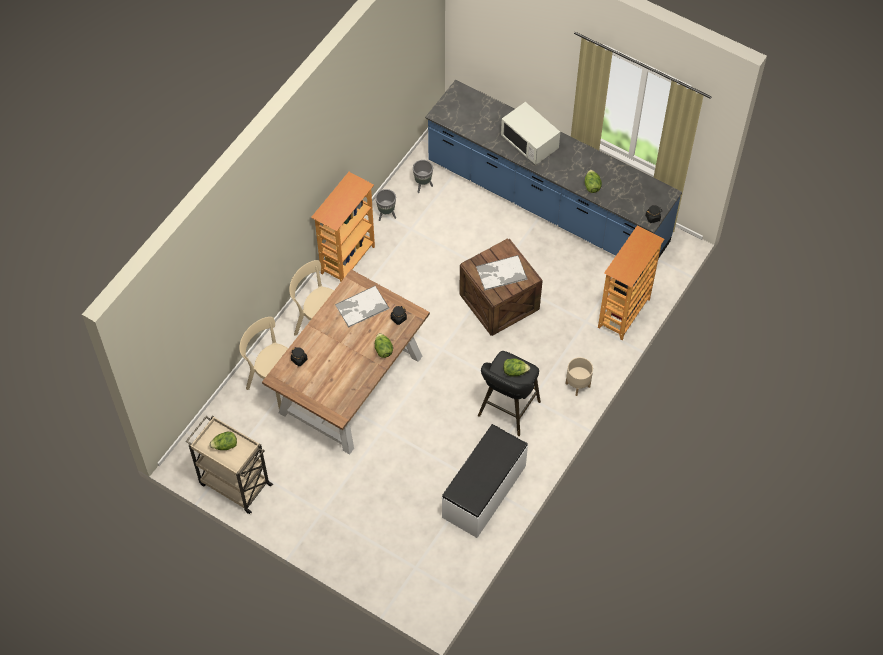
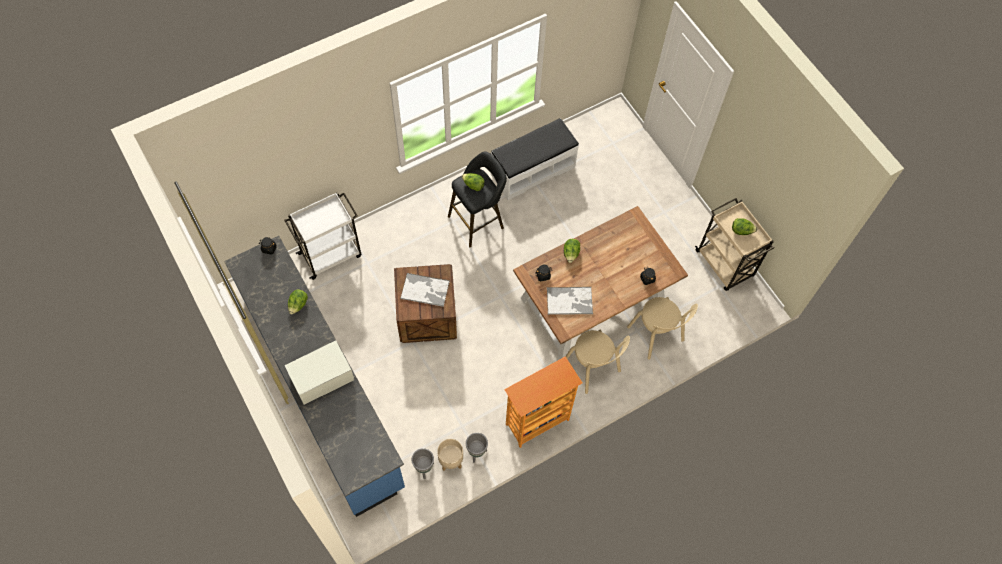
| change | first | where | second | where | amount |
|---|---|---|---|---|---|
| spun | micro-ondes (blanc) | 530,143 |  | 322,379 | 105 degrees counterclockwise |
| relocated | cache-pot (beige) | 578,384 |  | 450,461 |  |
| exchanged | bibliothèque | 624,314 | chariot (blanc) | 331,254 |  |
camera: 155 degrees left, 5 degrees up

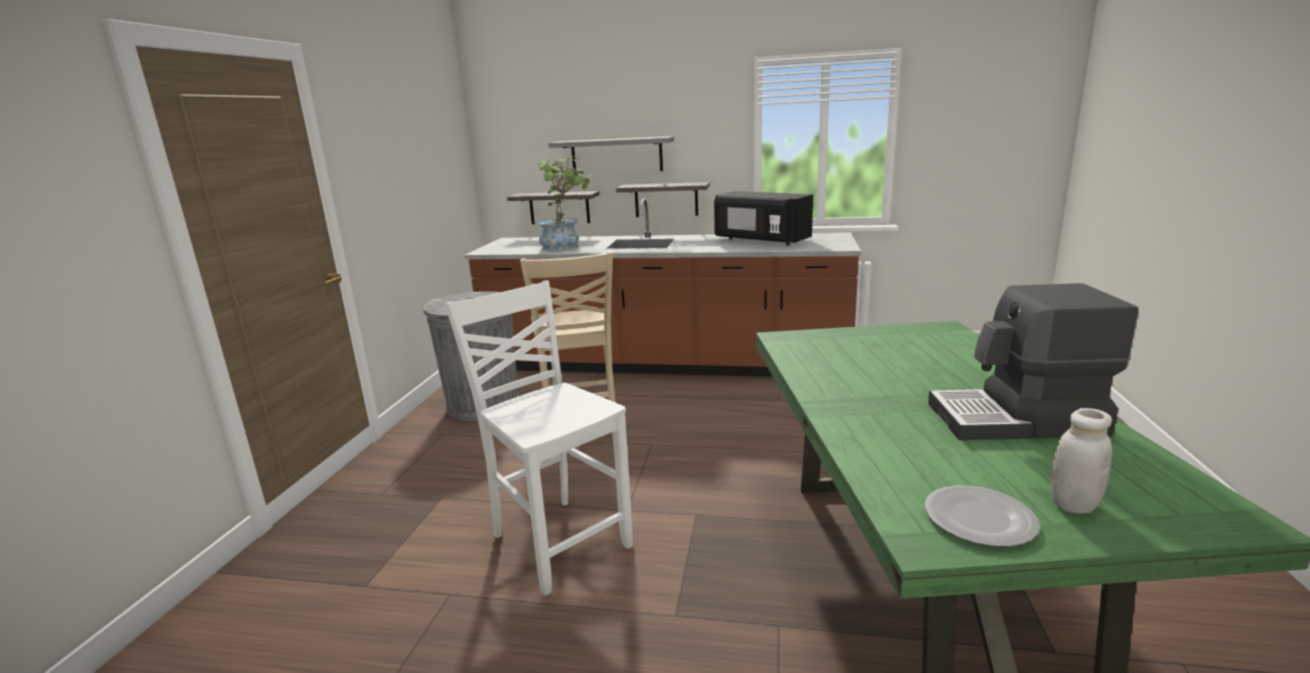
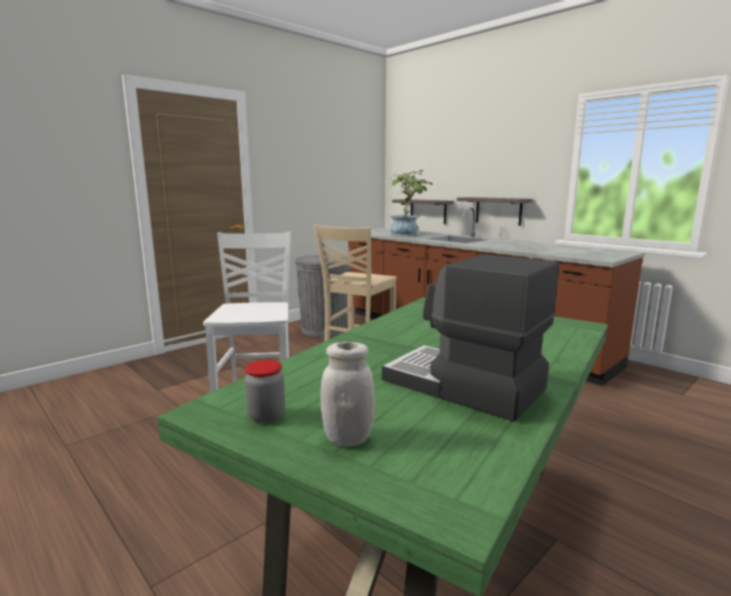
| change | first | where | second | where | amount |
|---|---|---|---|---|---|
| missing | étagère (gris) | 616,155 |  |  |  |
| missing | micro-ondes (noir) | 760,240 |  |  |  |
| exchanged | assiette | 979,518 | bocal | 266,416 |  |
camera: 35 degrees right, 5 degrees down

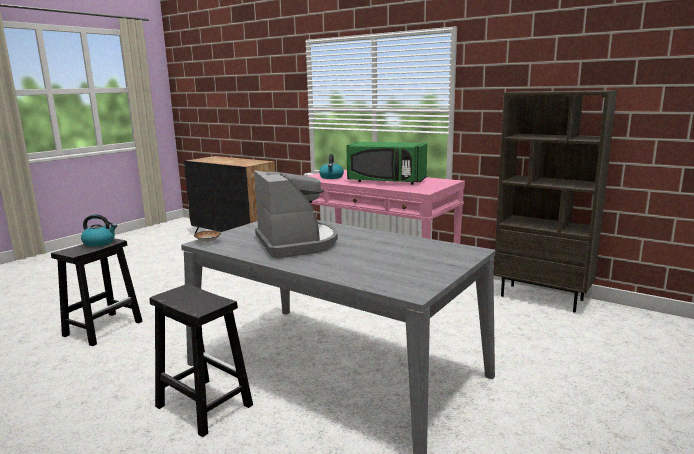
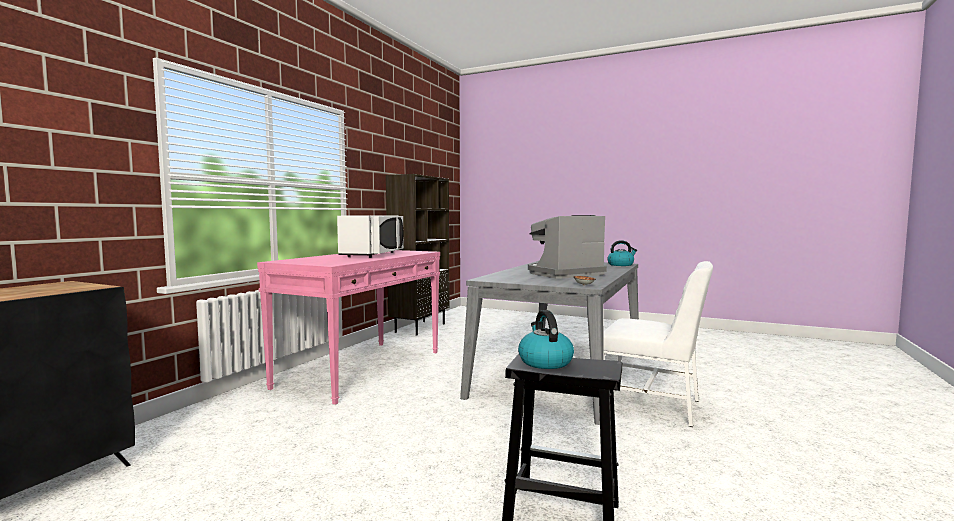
| change | first | where | second | where | amount |
|---|---|---|---|---|---|
| exchanged | tabouret (noir) | 203,405 | chaise (blanc) | 652,405 |  |
| relocated | bouilloire | 331,177 |  | 621,265 |  |
| colour | micro-ondes (vert) | 386,181 | micro-ondes (blanc) | 374,255 |  |
camera: 100 degrees left, 10 degrees down

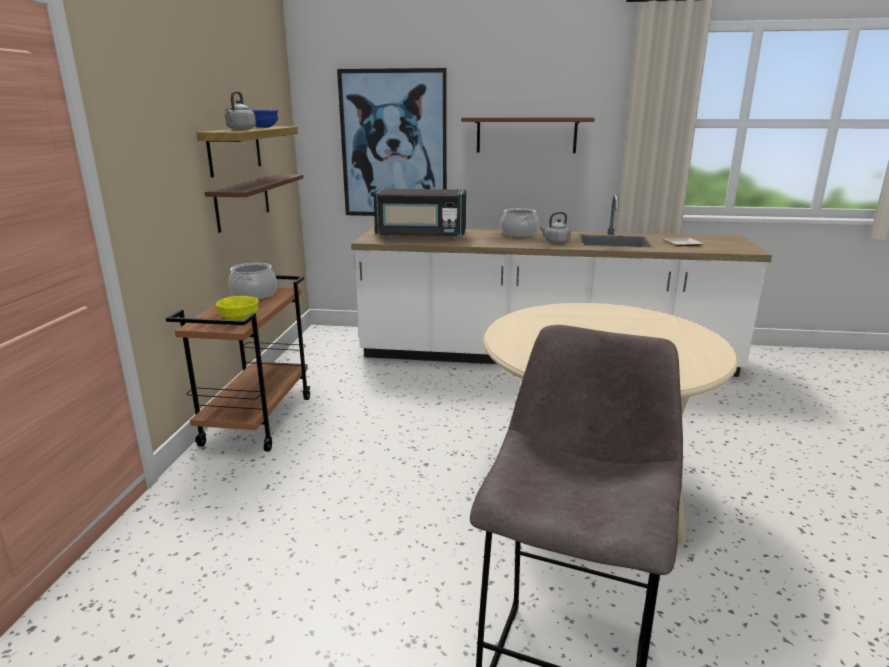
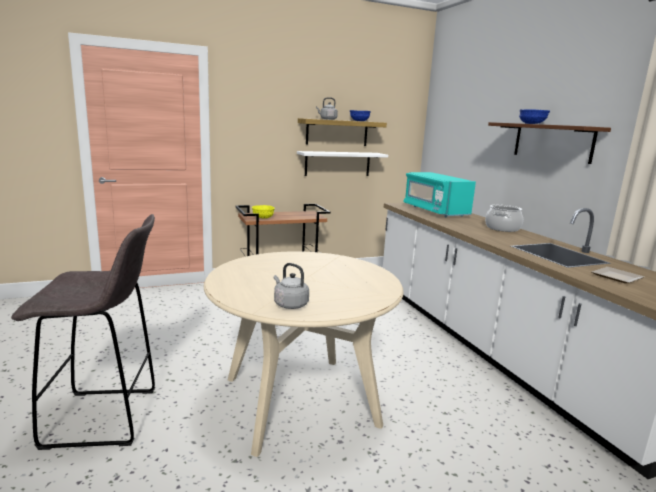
| change | first | where | second | where | amount |
|---|---|---|---|---|---|
| colour | étagère (marron) | 243,201 | étagère (blanc) | 337,163 |  |
| missing | marmite | 254,295 |  |  |  |
| missing | tableau | 394,145 |  |  |  |
| colour | micro-ondes (noir) | 421,236 | micro-ondes (turquoise) | 434,211 |  |
| relocated | bouilloire (gris) | 555,243 |  | 289,304 |  |
| appeared |  |  | bol (bleu) | 531,123 |  |
camera: 60 degrees right, 5 degrees down

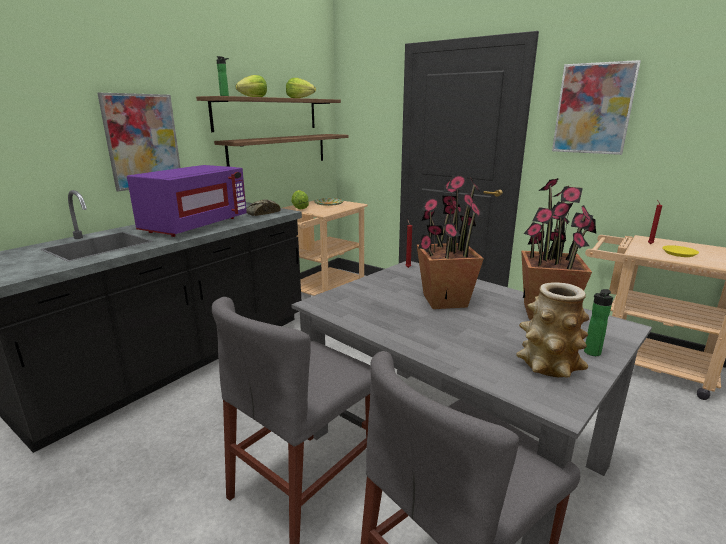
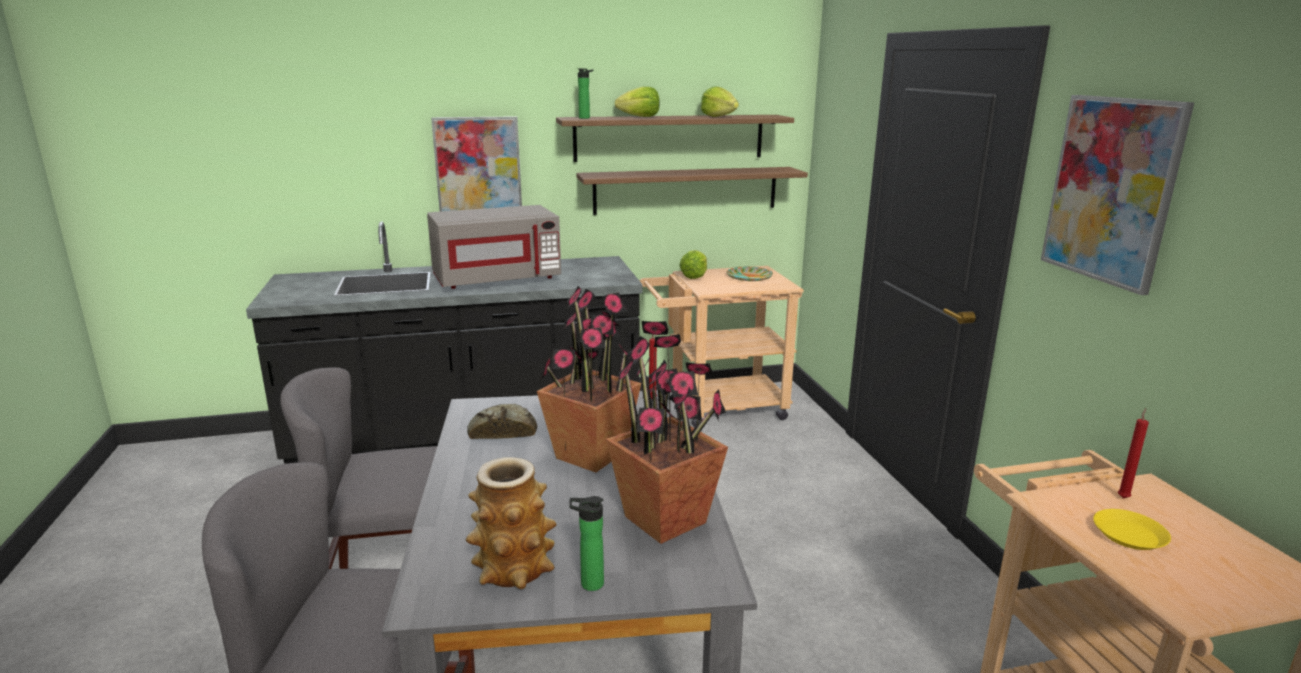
| change | first | where | second | where | amount |
|---|---|---|---|---|---|
| colour | micro-ondes (violet) | 195,226 | micro-ondes (gris) | 497,279 |  |
| relocated | pain | 262,213 |  | 502,431 |  |
camera: 40 degrees right, 0 degrees up

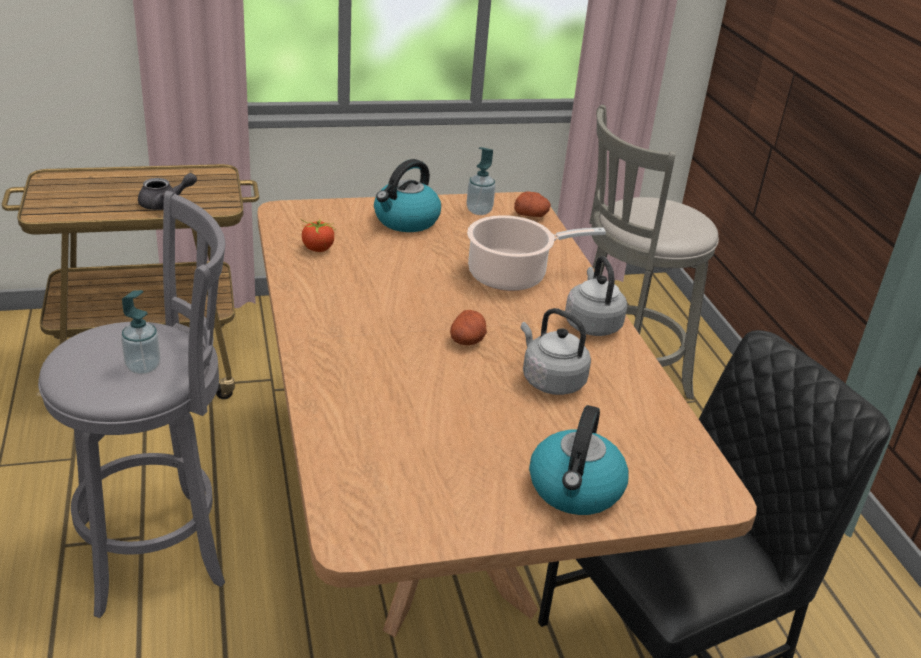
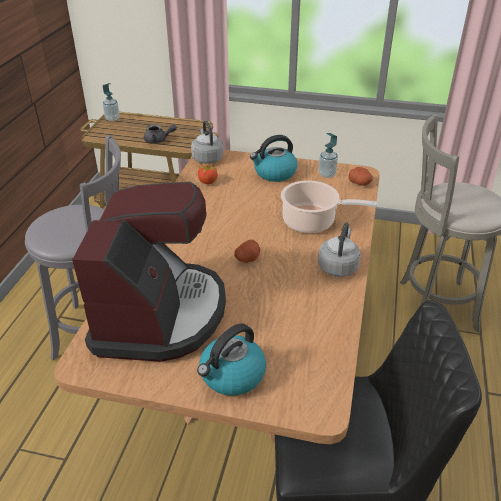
| change | first | where | second | where | amount |
|---|---|---|---|---|---|
| relocated | distributeur de savon | 143,367 |  | 112,118 |  |
| relocated | bouilloire (gris) | 550,380 |  | 207,158 |  |
| appeared |  |  | machine à café | 159,314 |  |
camera: 30 degrees right, 5 degrees up

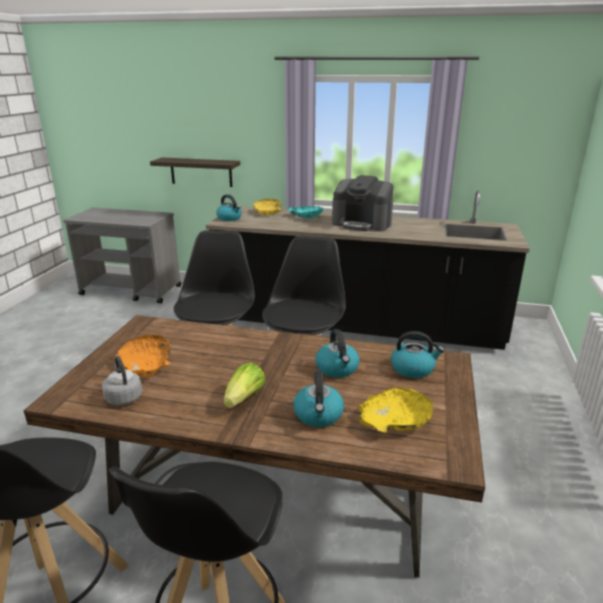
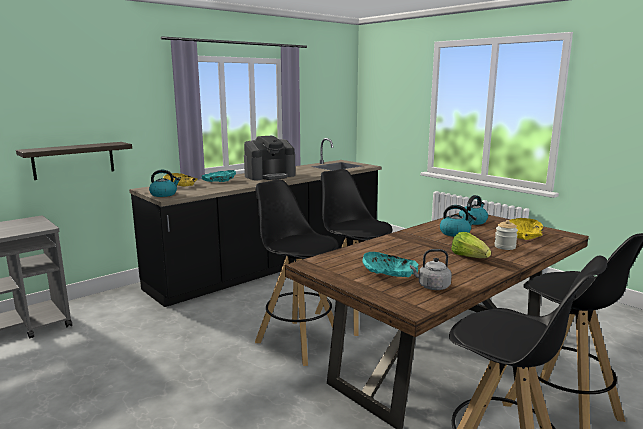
| change | first | where | second | where | amount |
|---|---|---|---|---|---|
| colour | bol (orange) | 147,365 | bol (turquoise) | 388,273 |  |
| exchanged | bouilloire | 318,415 | bocal | 505,247 |  |
camera: 55 degrees left, 10 degrees down

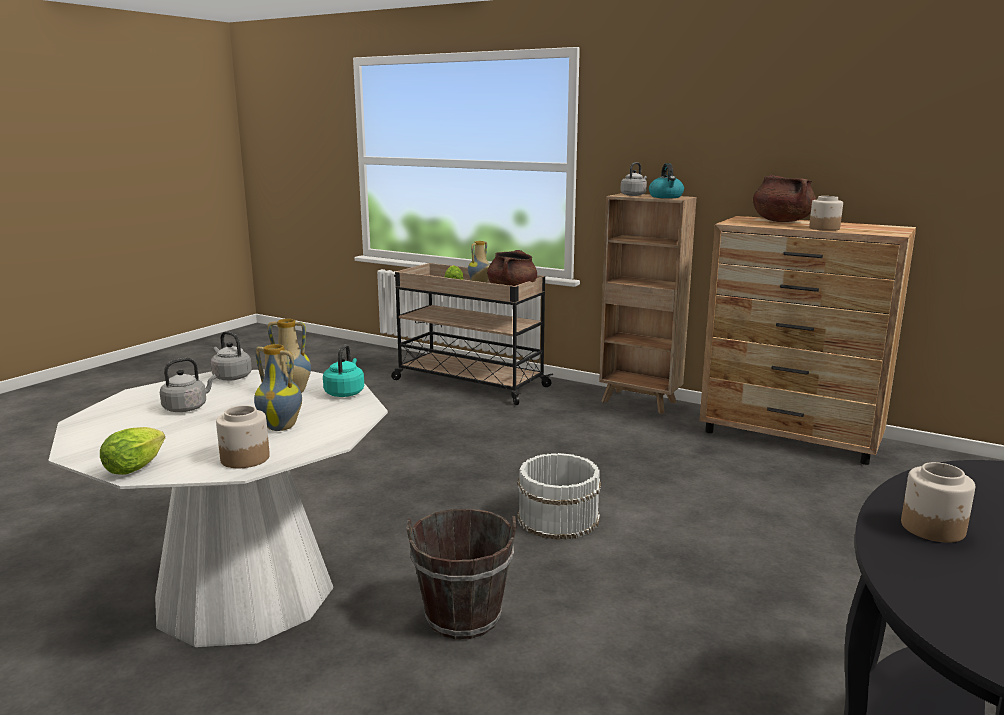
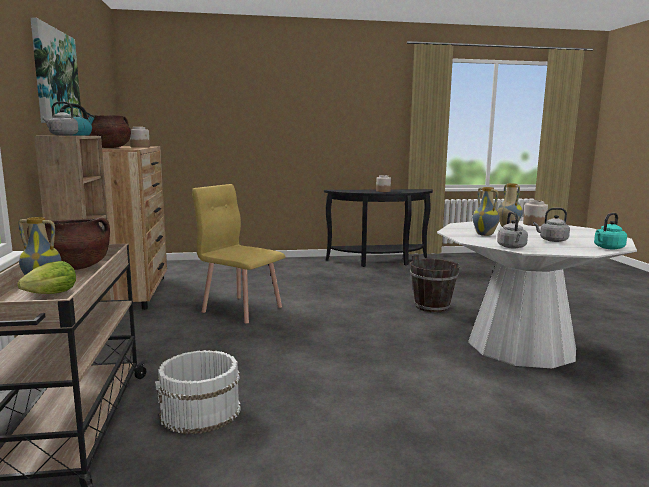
| change | first | where | second | where | amount |
|---|---|---|---|---|---|
| missing | laitue | 138,466 |  |  |  |
| relocated | bouilloire (turquoise) | 345,393 |  | 608,248 |  |
| relocated | seau (blanc) | 557,517 |  | 200,412 |  |
| appeared |  |  | tableau | 55,77 |  |
| appeared |  |  | chaise (jaune) | 242,309 |  |
camera: 130 degrees left, 5 degrees down

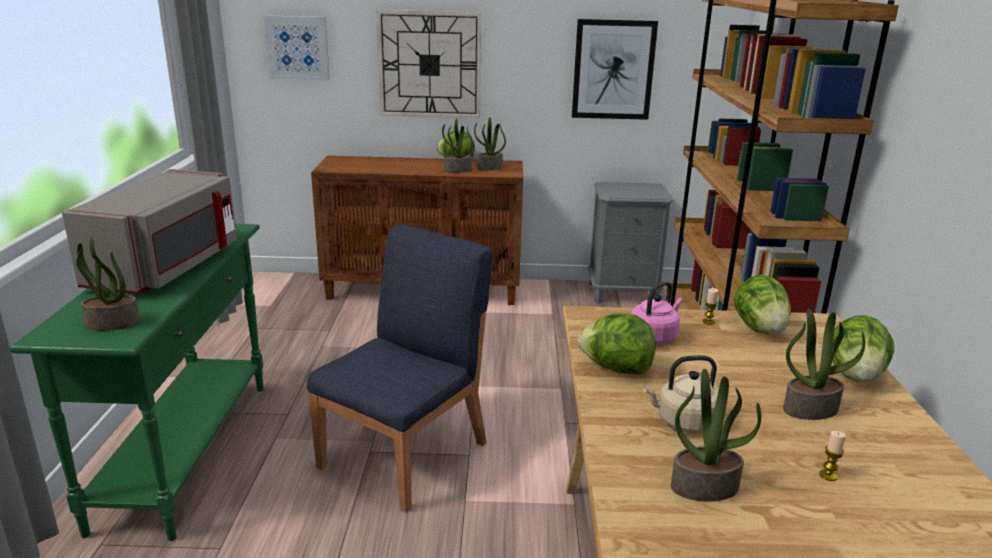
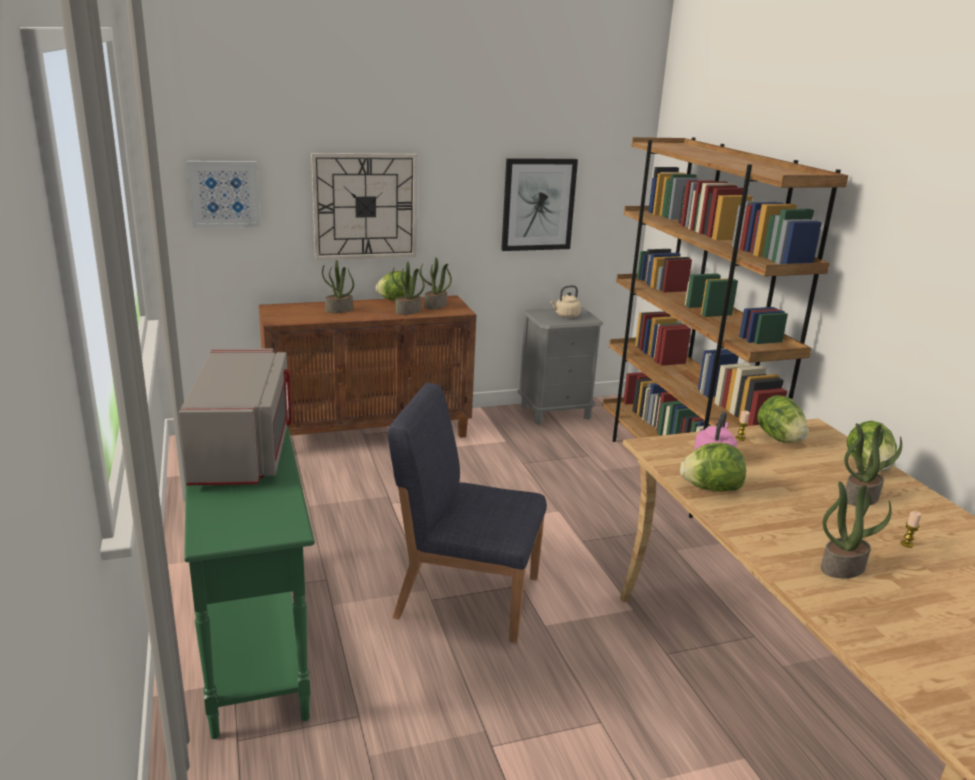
| change | first | where | second | where | amount |
|---|---|---|---|---|---|
| relocated | plante en pot | 112,324 |  | 339,310 |  |
| spun | chaise (bleu) | 406,454 |  | 466,595 | 90 degrees counterclockwise |
| relocated | bouilloire (beige) | 683,422 |  | 566,316 |  |
camera: 20 degrees left, 0 degrees up

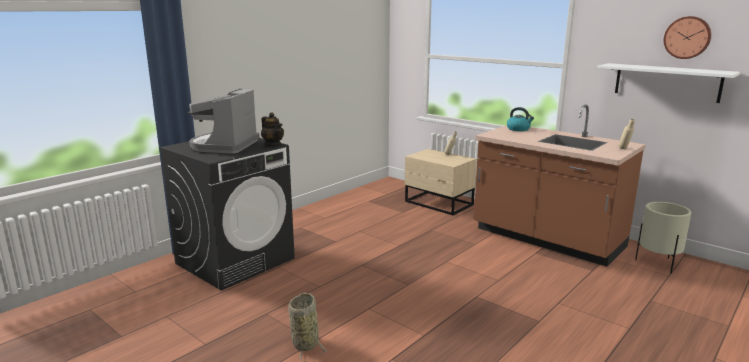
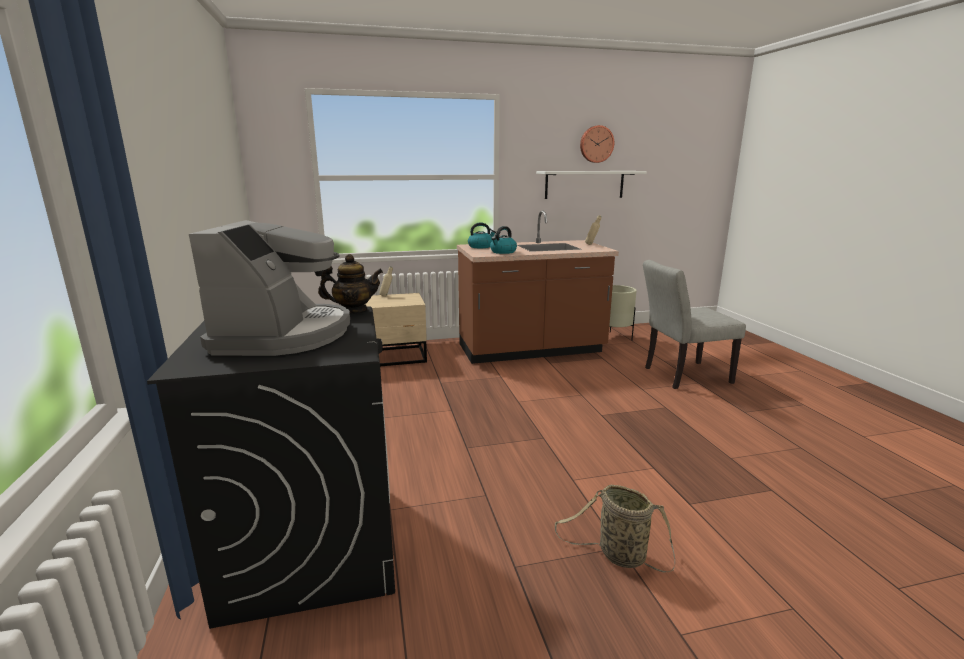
| change | first | where | second | where | amount |
|---|---|---|---|---|---|
| spun | machine à café | 224,146 |  | 284,335 | 135 degrees counterclockwise |
| appeared |  |  | bouilloire | 503,252 |  |
| appeared |  |  | chaise (gris) | 681,375 |  |
camera: 55 degrees left, 0 degrees up

